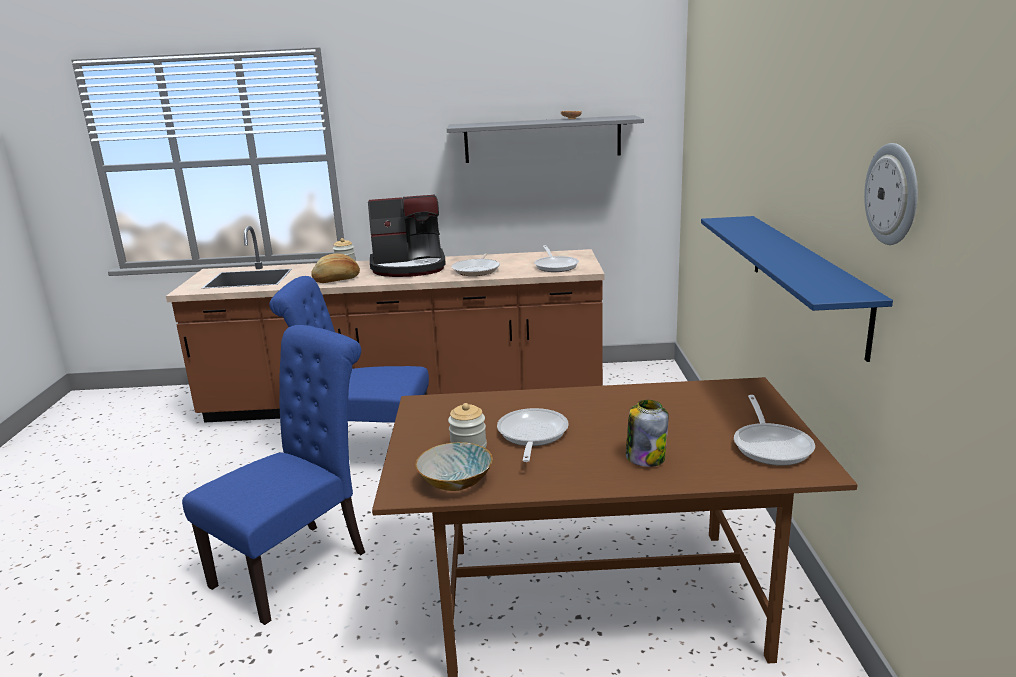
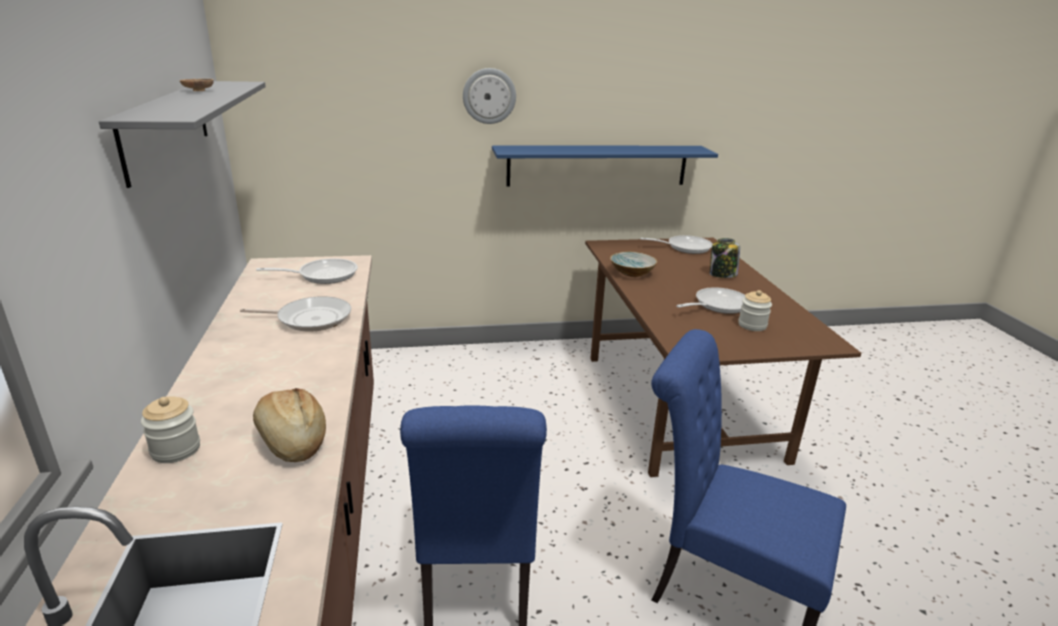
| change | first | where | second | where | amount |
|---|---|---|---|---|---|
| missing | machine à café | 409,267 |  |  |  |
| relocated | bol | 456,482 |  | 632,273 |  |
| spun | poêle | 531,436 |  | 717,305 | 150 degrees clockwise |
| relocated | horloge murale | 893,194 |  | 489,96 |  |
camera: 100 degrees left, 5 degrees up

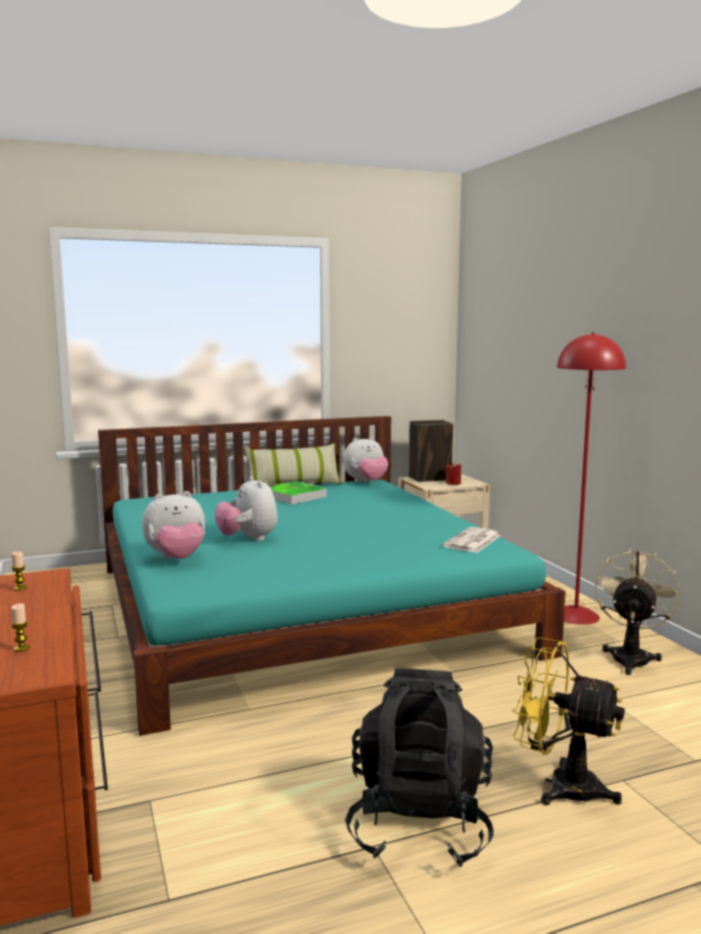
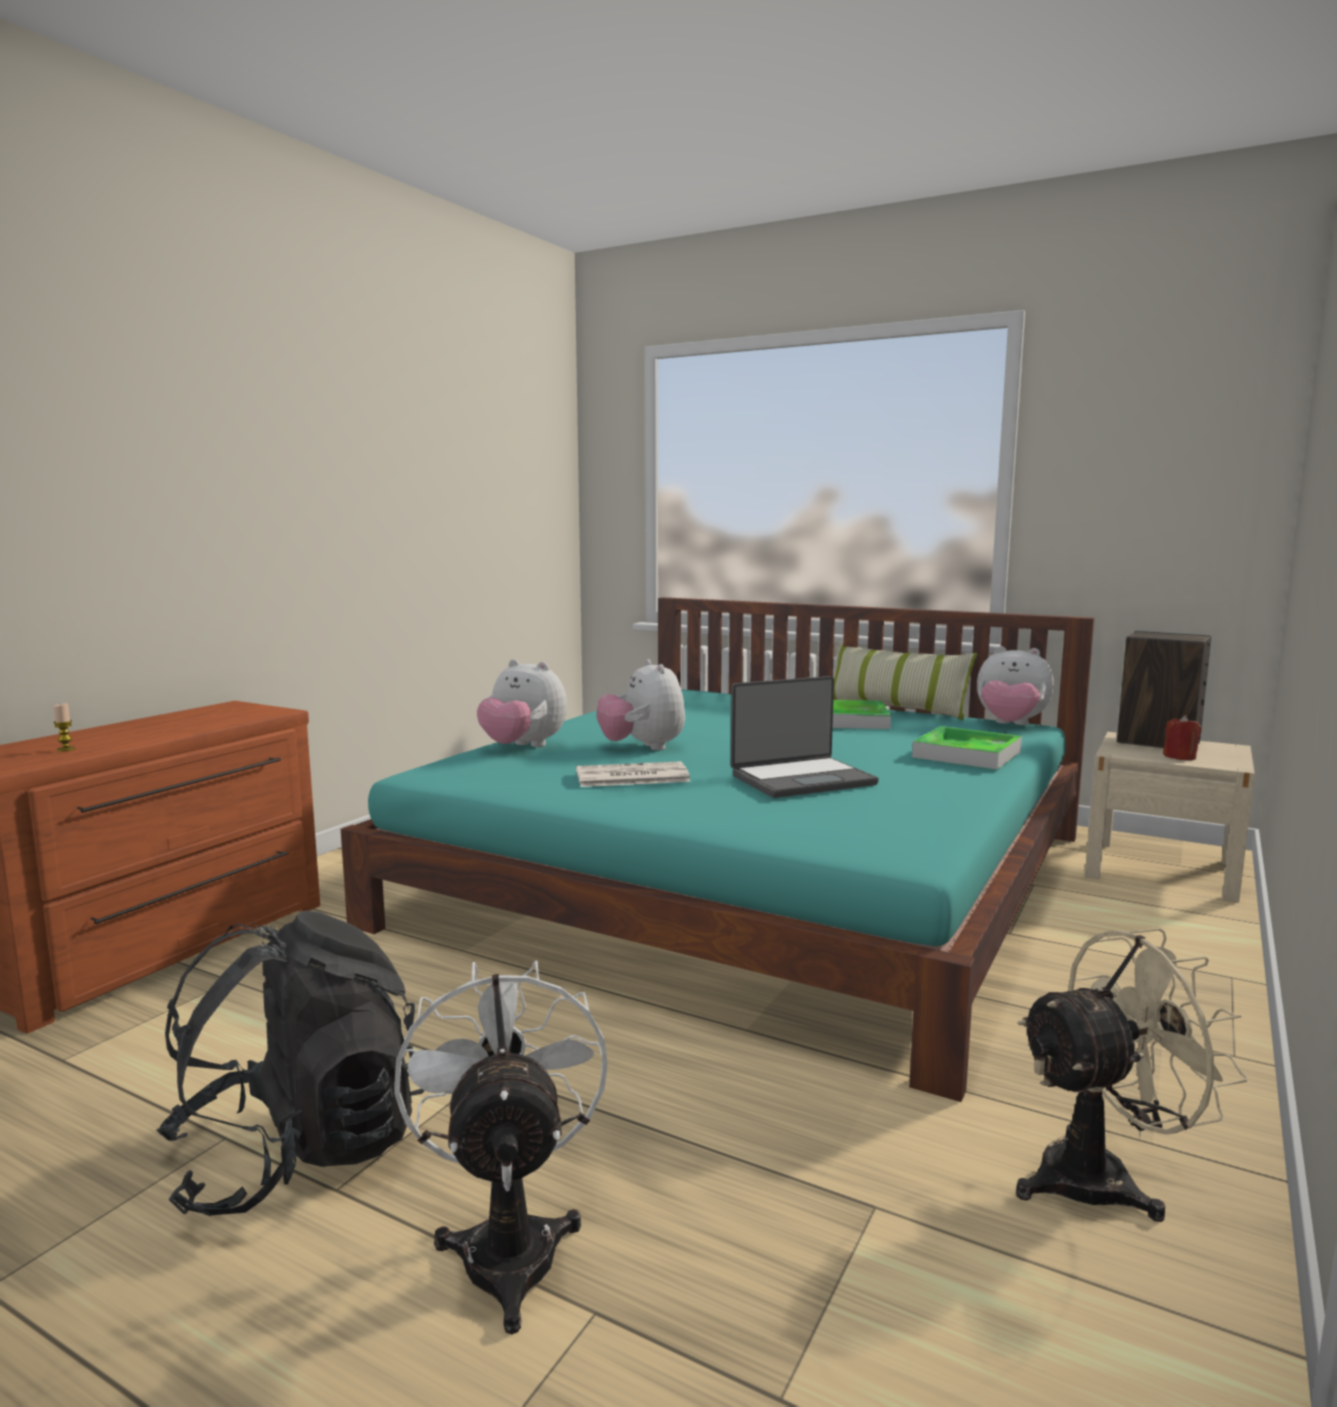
| change | first | where | second | where | amount |
|---|---|---|---|---|---|
| missing | bougie | 20,588 |  |  |  |
| spun | peluche | 248,539 |  | 642,748 | 45 degrees counterclockwise |
| relocated | journal | 472,541 |  | 630,777 |  |
| colour | ventilateur (jaune) | 560,785 | ventilateur (blanc) | 509,1244 |  |
| missing | lampadaire (rouge) | 576,615 |  |  |  |
| appeared |  |  | ordinateur portable | 801,779 |  |
| appeared |  |  | plateau | 967,754 |  |
camera: 50 degrees right, 0 degrees up

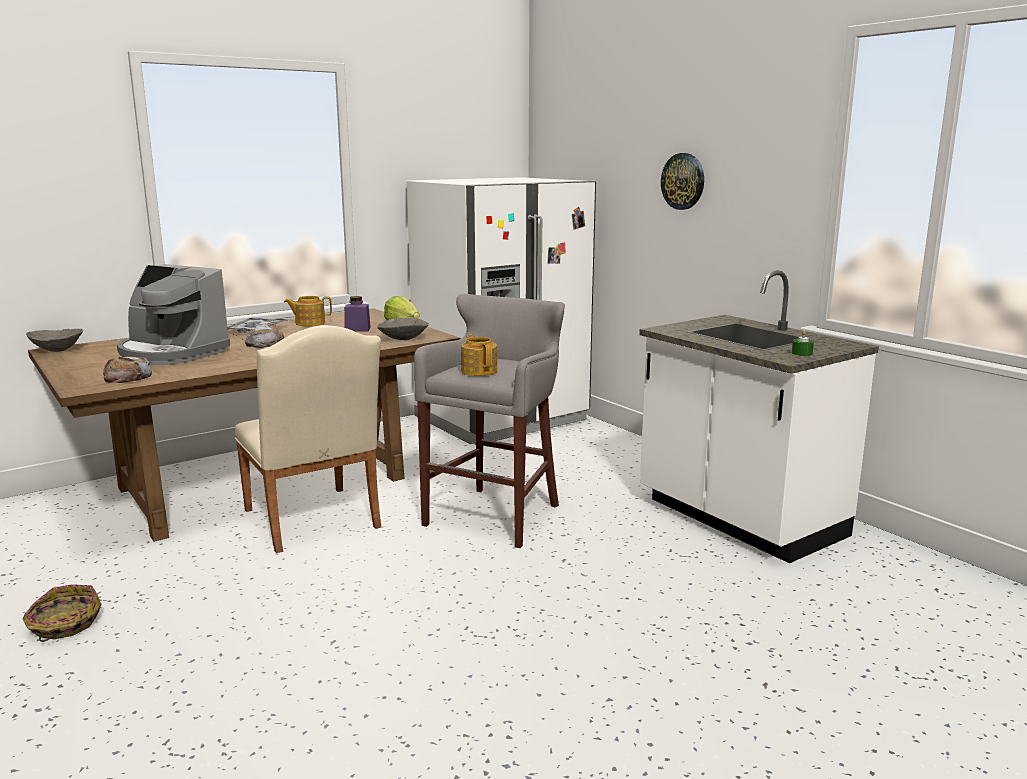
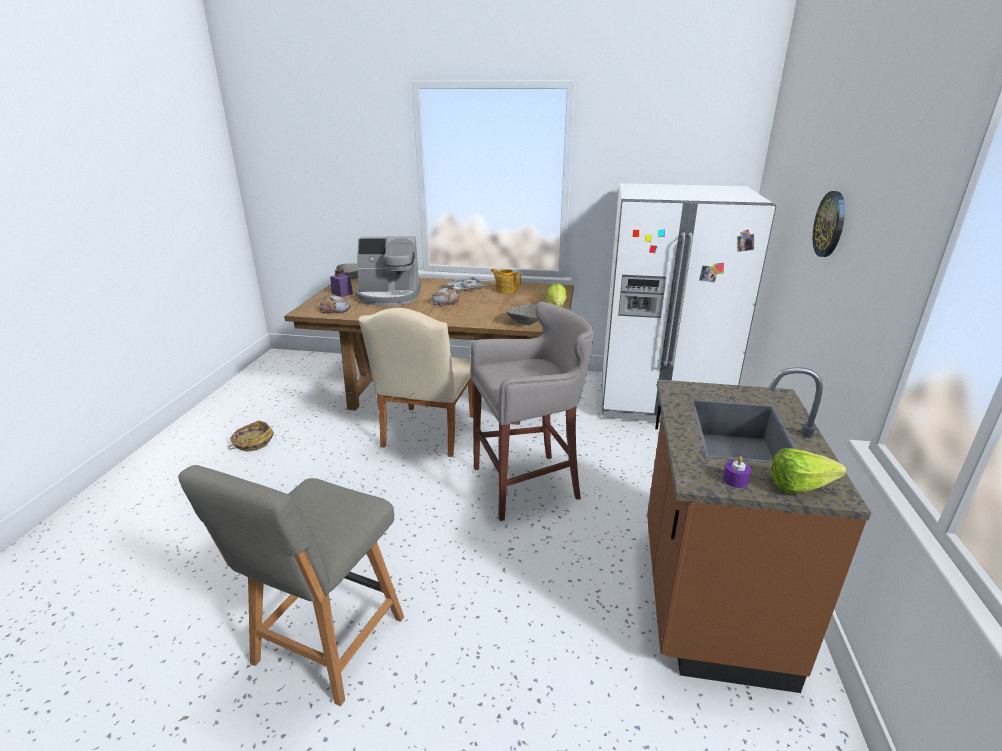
| change | first | where | second | where | amount |
|---|---|---|---|---|---|
| spun | machine à café | 171,353 |  | 389,296 | 75 degrees counterclockwise |
| relocated | bocal (violet) | 357,329 |  | 342,293 |  |
| missing | théière | 479,371 |  |  |  |
| colour | comptoir de cuisine (blanc) | 738,519 | comptoir de cuisine (marron) | 707,599 |  |
| colour | bougie (vert) | 802,353 | bougie (violet) | 735,480 |  |
| appeared |  |  | chaise (gris) | 326,644 |  |
| appeared |  |  | laitue | 805,488 |  |
camera: 45 degrees right, 10 degrees up

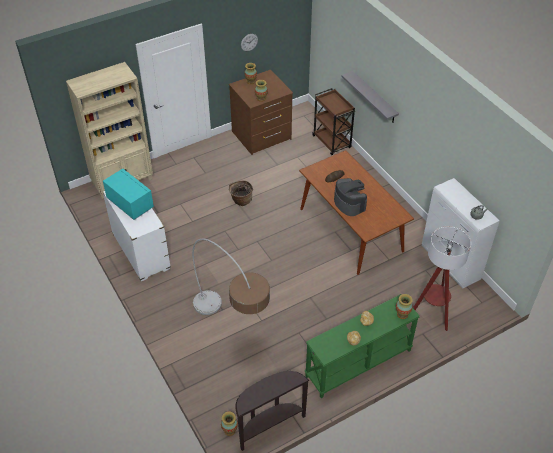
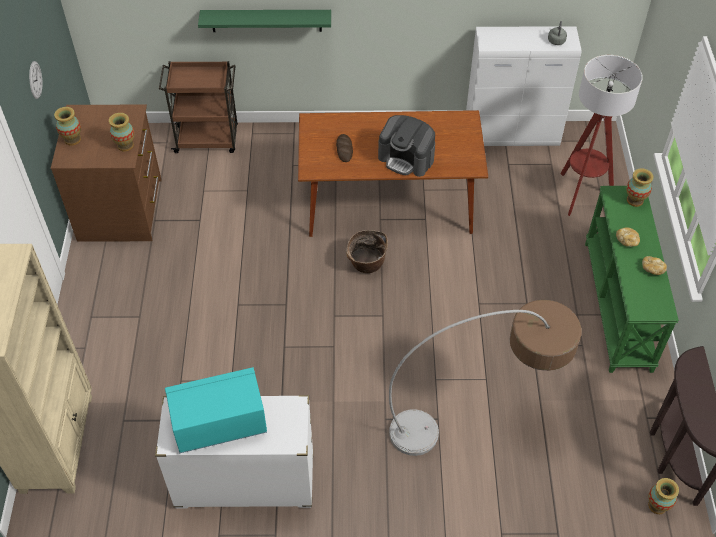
| change | first | where | second | where | amount |
|---|---|---|---|---|---|
| relocated | panier | 241,200 |  | 366,264 |  |
| spun | machine à café | 349,203 |  | 406,158 | 150 degrees counterclockwise |
| colour | étagère (gris) | 374,98 | étagère (vert) | 266,20 |  |
camera: 60 degrees left, 5 degrees up

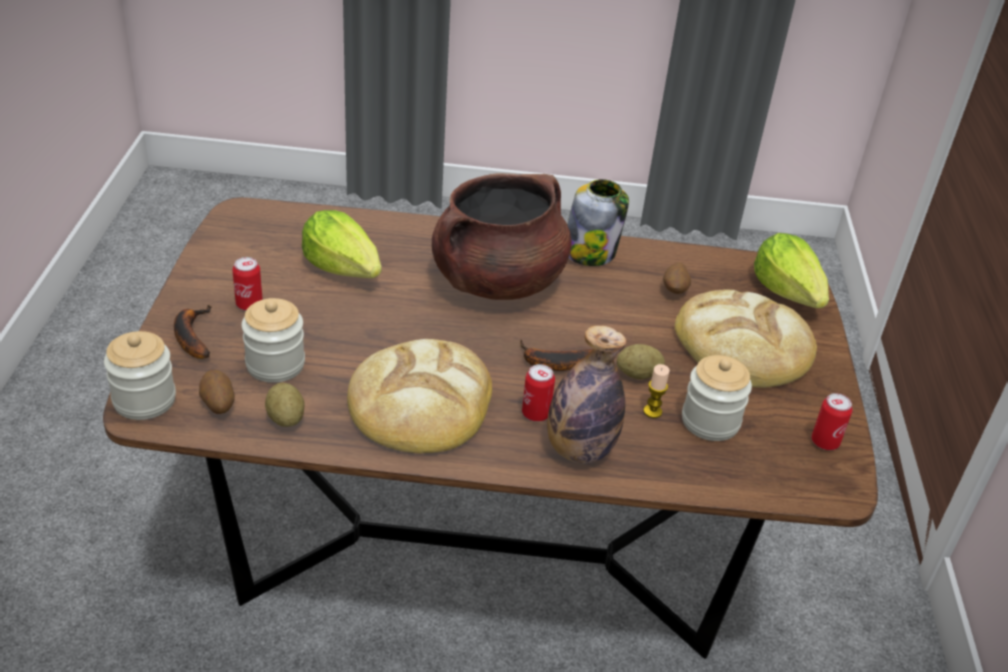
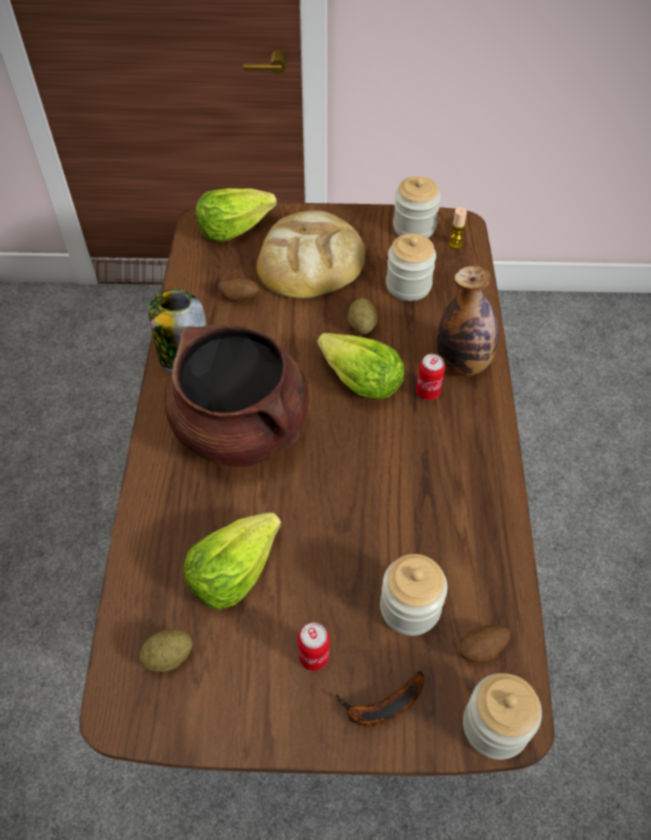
| change | first | where | second | where | amount |
|---|---|---|---|---|---|
| relocated | pomme de terre | 286,418 |  | 168,657 |  |
| missing | pain | 421,403 |  |  |  |
| exchanged | banane | 553,363 | laitue | 360,381 |  |
| relocated | bougie | 652,411 |  | 455,244 |  |
| exchanged | boîte métallique | 824,442 | bocal | 414,227 |  |
camera: 90 degrees left, 15 degrees up

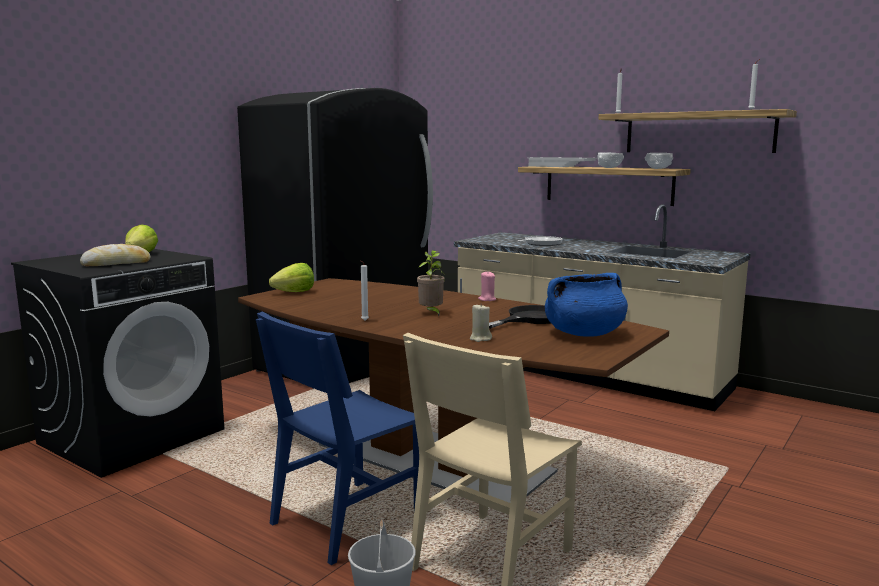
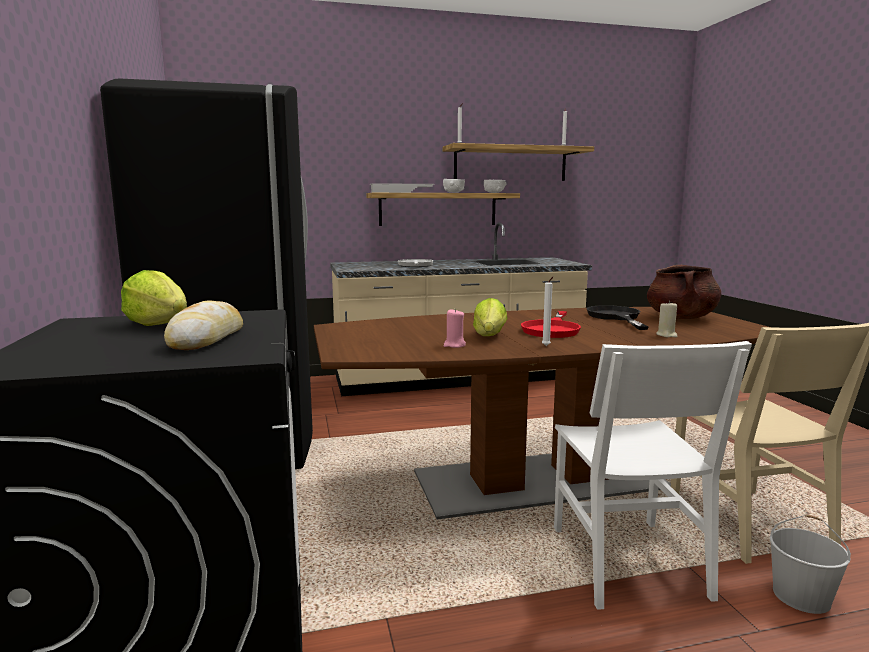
| change | first | where | second | where | amount |
|---|---|---|---|---|---|
| colour | chaise (bleu) | 346,520 | chaise (blanc) | 627,561 |  |
| relocated | laitue | 294,292 |  | 489,336 |  |
| exchanged | plante en pot | 431,313 | poêle (rouge) | 552,329 |  |
| relocated | bougie (rose) | 487,299 |  | 454,345 |  |
| colour | marmite (bleu) | 584,334 | marmite (marron) | 681,317 |  |
camera: 50 degrees left, 0 degrees up

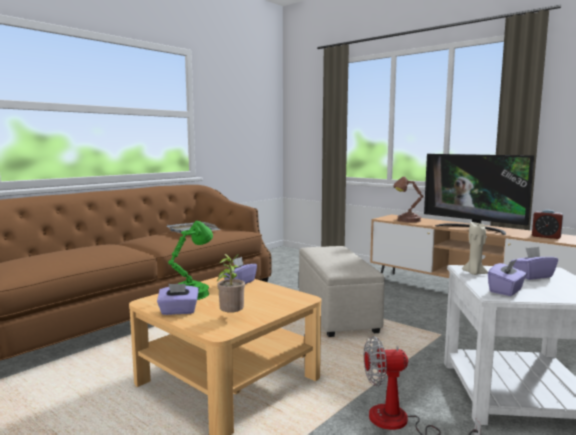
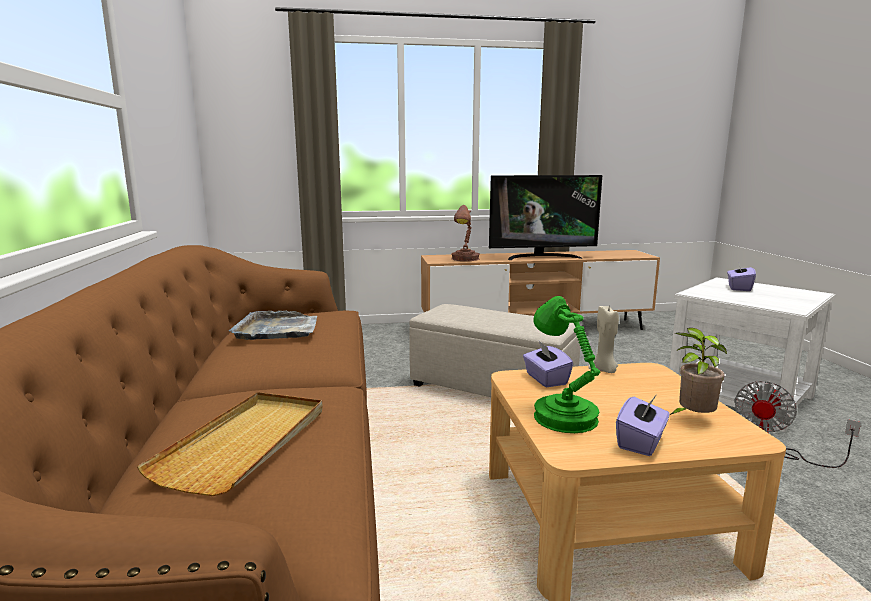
| change | first | where | second | where | amount |
|---|---|---|---|---|---|
| relocated | bougie (beige) | 474,273 |  | 604,370 |  |
| missing | boîte à mouchoirs (violet) | 506,290 |  |  |  |
| missing | réveil | 546,237 |  |  |  |
| appeared |  |  | plateau (beige) | 246,443 |  |
camera: 50 degrees left, 5 degrees up

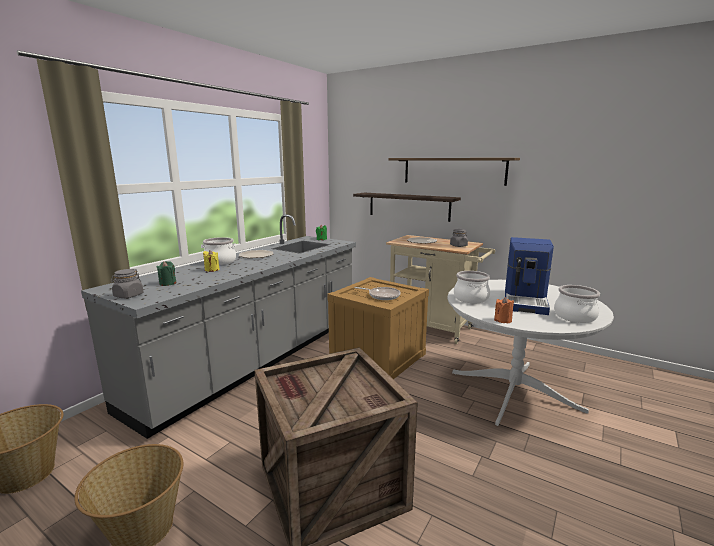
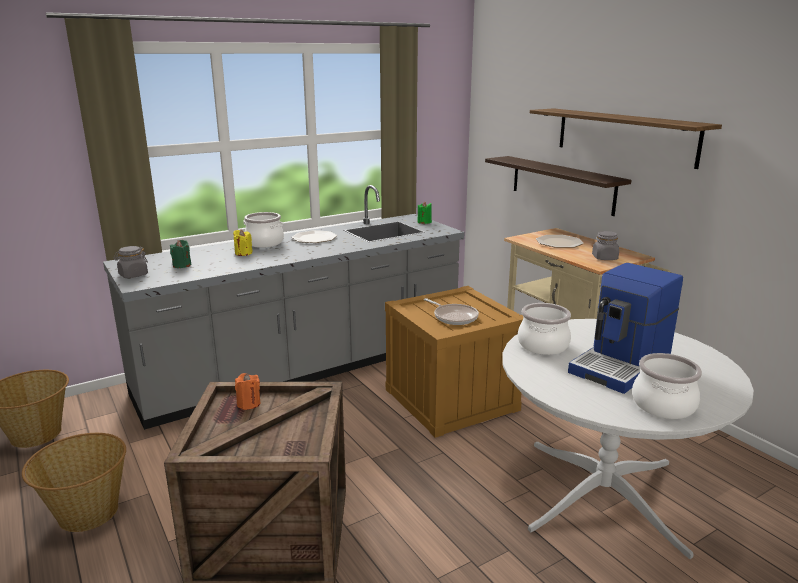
| change | first | where | second | where | amount |
|---|---|---|---|---|---|
| relocated | bougie (orange) | 503,320 |  | 248,403 |  |
camera: 25 degrees right, 5 degrees up

